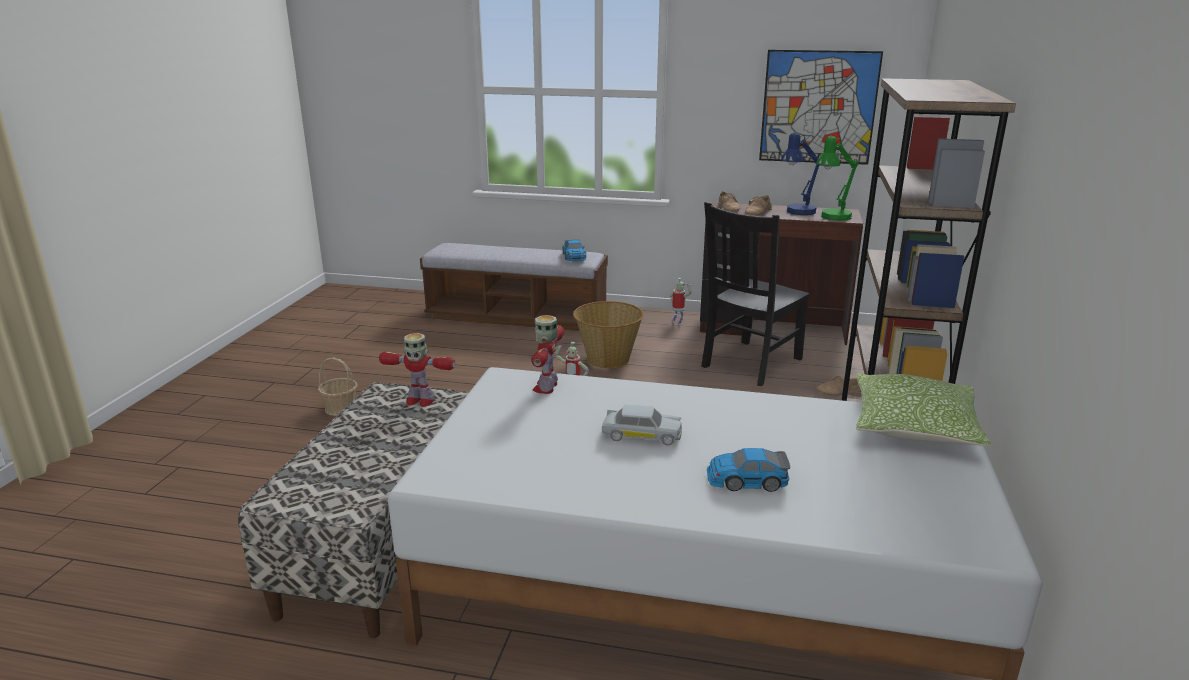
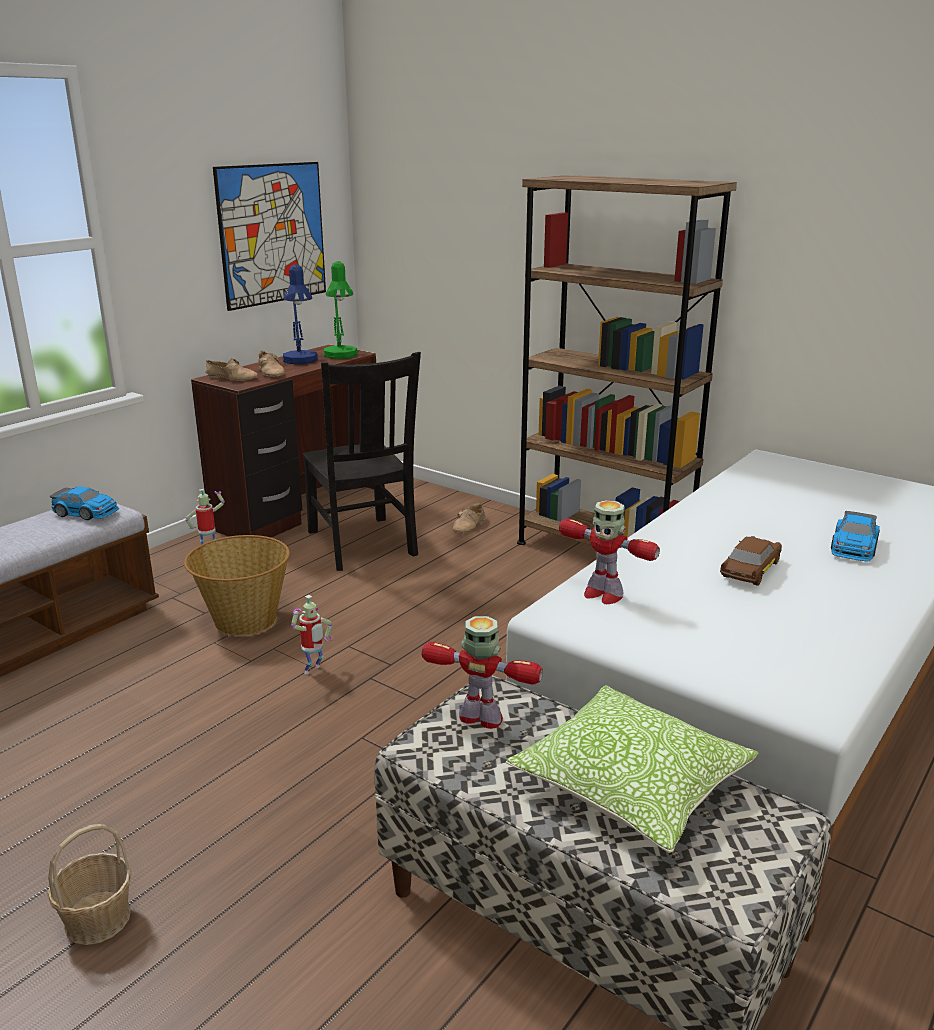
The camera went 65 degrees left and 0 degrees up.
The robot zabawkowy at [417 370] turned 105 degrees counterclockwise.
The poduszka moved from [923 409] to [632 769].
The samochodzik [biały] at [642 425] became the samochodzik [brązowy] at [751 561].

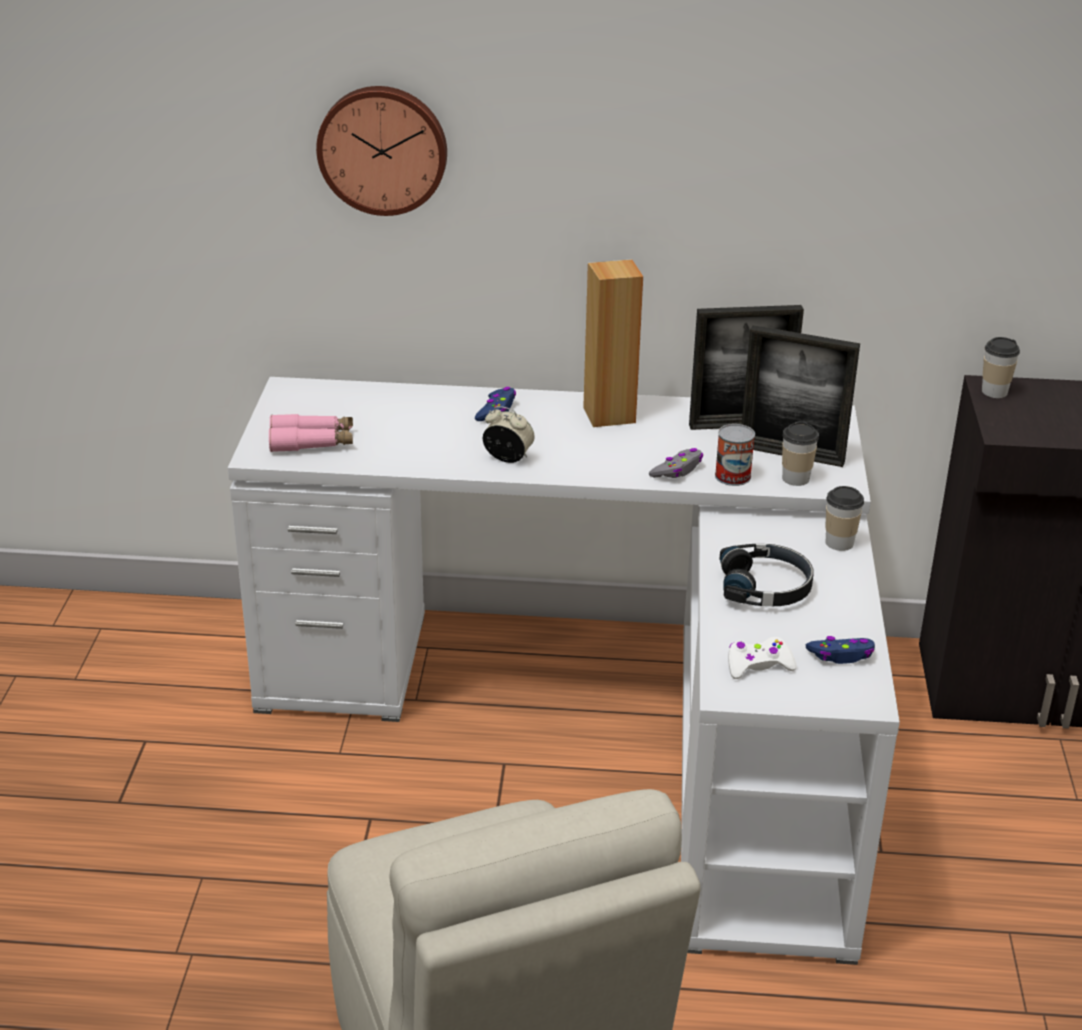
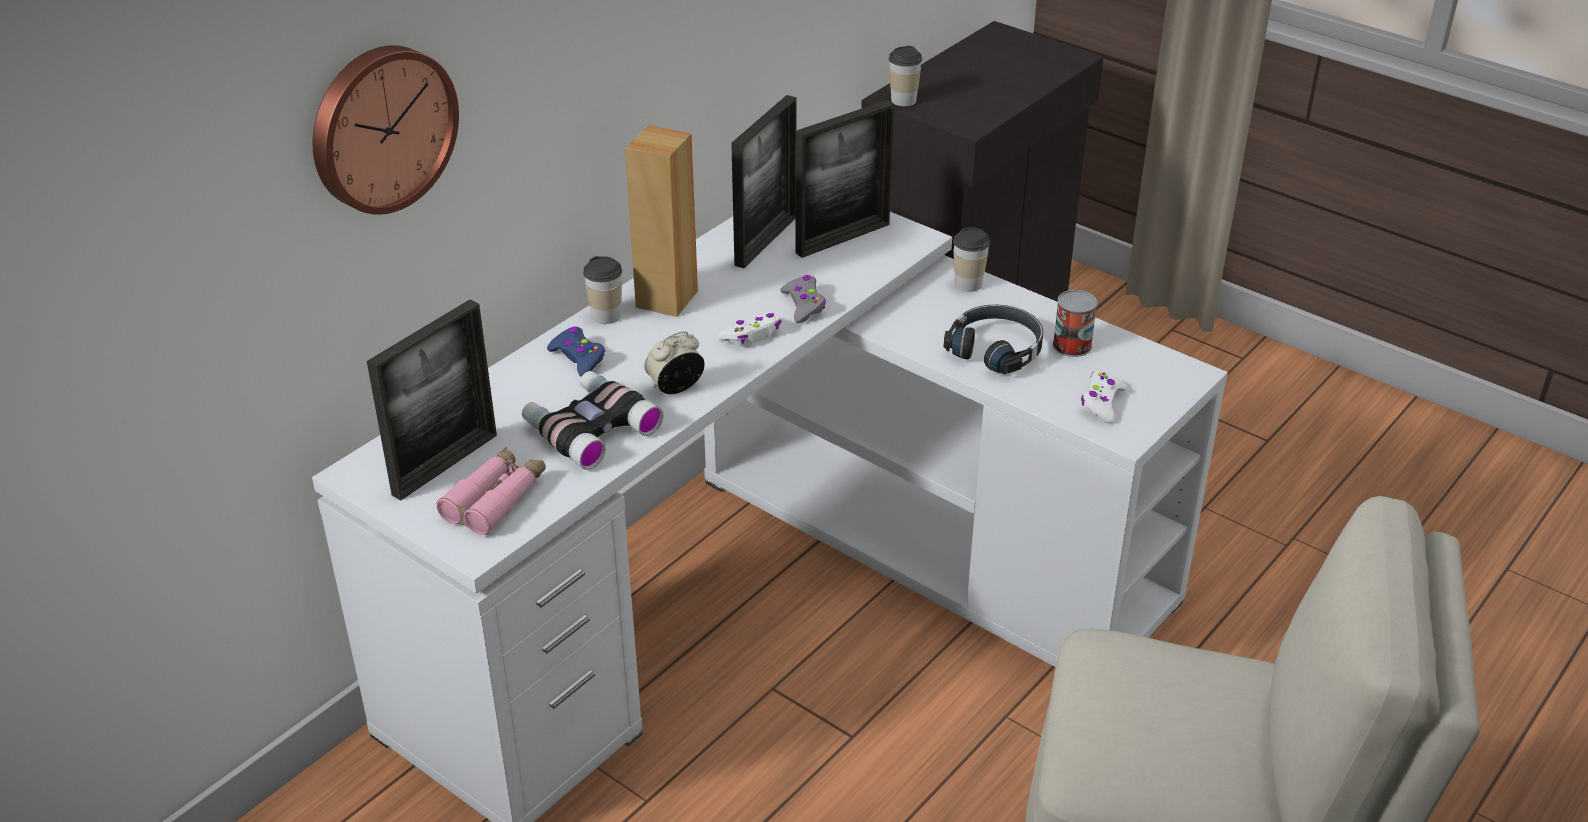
The camera went 55 degrees left and 5 degrees up.
The ramka na zdjęcie at [432 400] appeared.
The lornetka at [593 420] appeared.
The filiżanka moved from [800 453] to [602 290].
The pad do gier [biały] at [749 328] appeared.
The puszka moved from [735 455] to [1075 323].
The pad do gier [niebieski] at [840 650] disappeared.

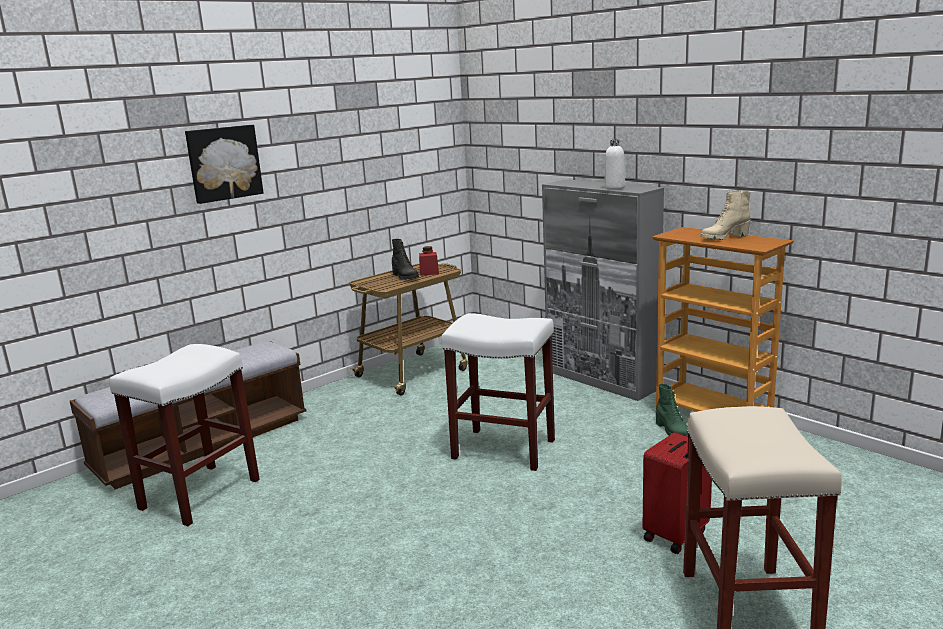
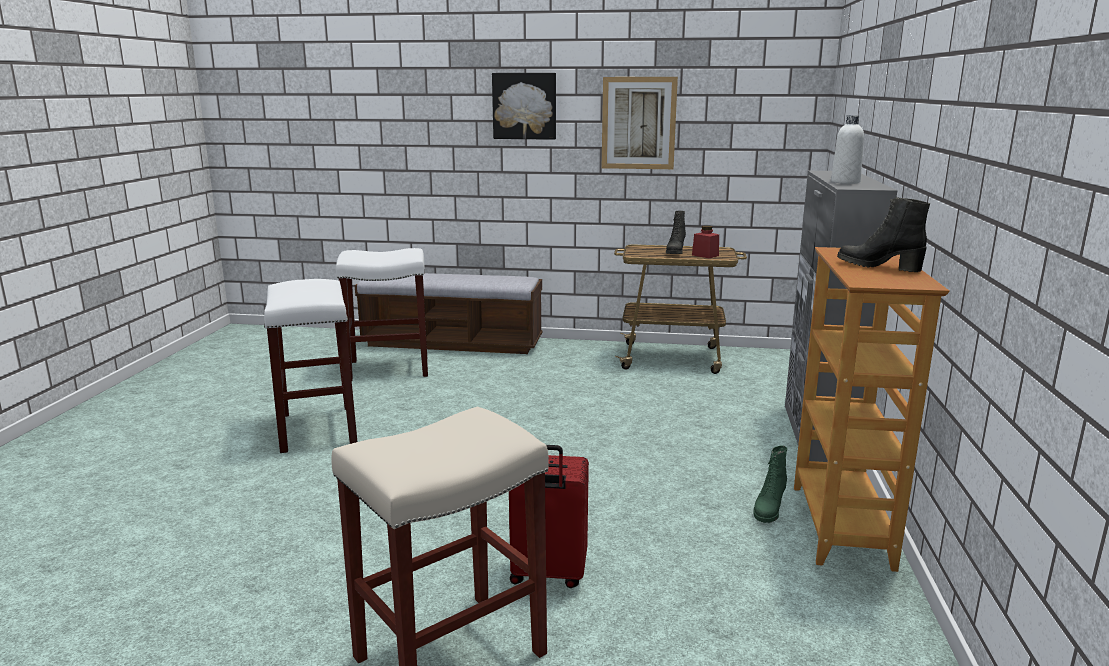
The camera went 50 degrees right and 0 degrees up.
The stołek [biały] moved from [498 392] to [310 366].
The obraz at [640 123] appeared.
The but z cholewką [beżowy] at [725 215] became the but z cholewką [czarny] at [883 234].

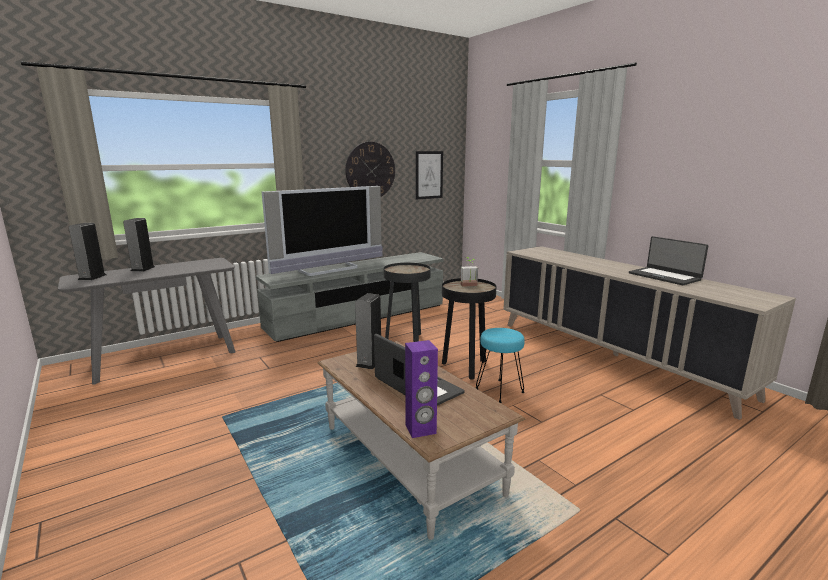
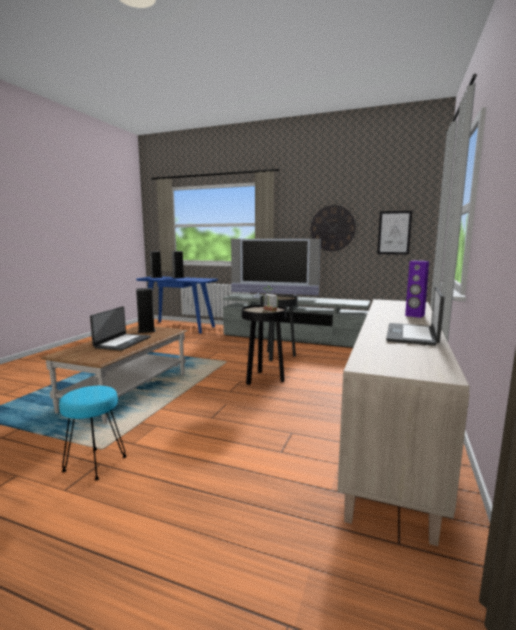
The camera went 55 degrees right and 5 degrees down.
The stołek [turkusowy] moved from [500 365] to [93 433].
The stolik konsolowy [szary] at [146 321] became the stolik konsolowy [niebieski] at [177 305].
The głośnik [fioletowy] moved from [421 389] to [417 289].

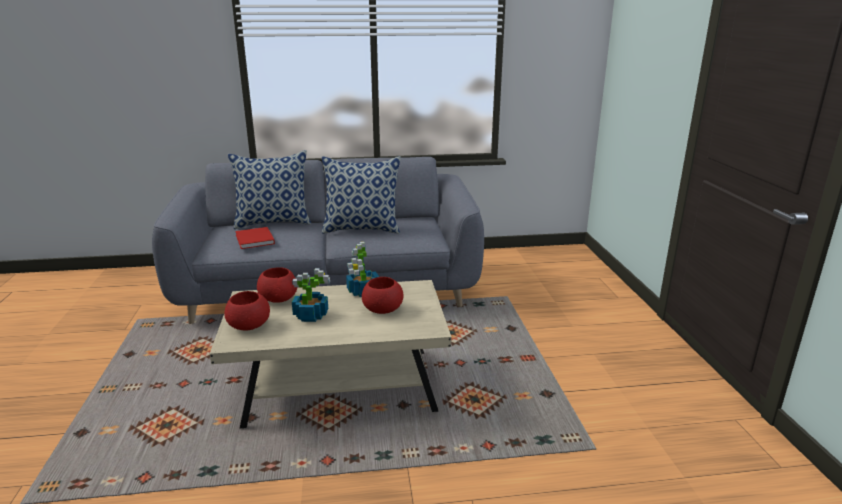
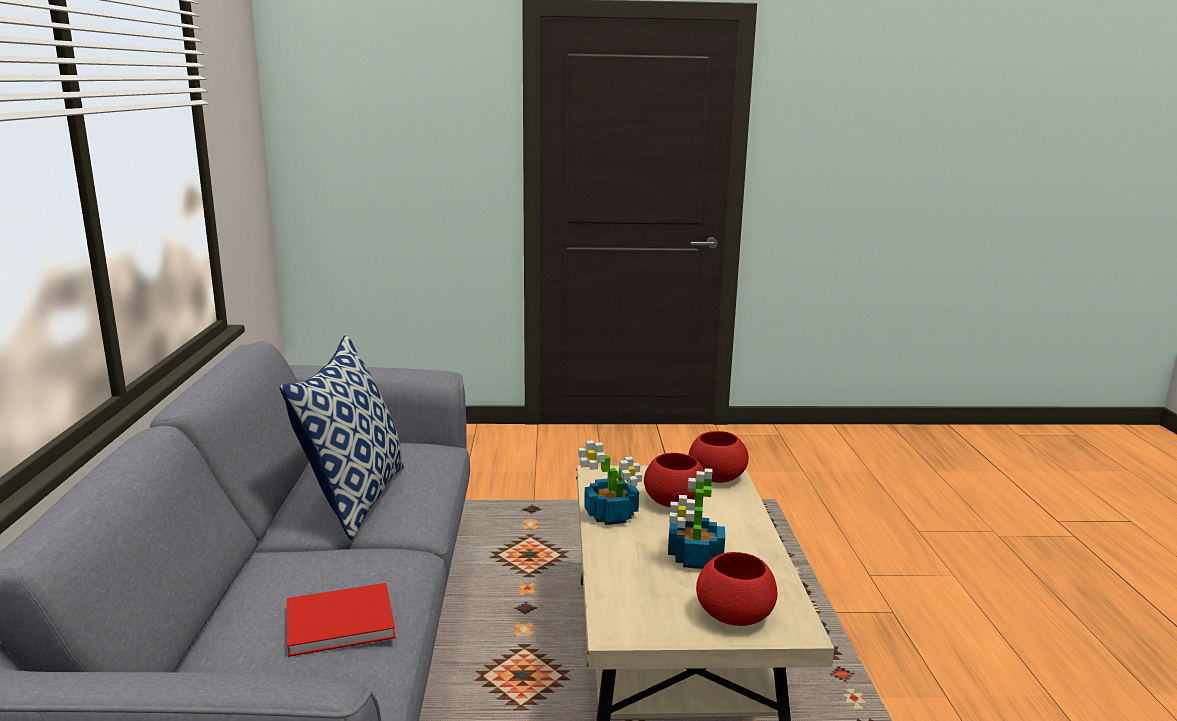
The camera went 85 degrees left and 5 degrees down.
The miska [czerwony] moved from [277 285] to [719 457].
The poduszka at [269 189] disappeared.

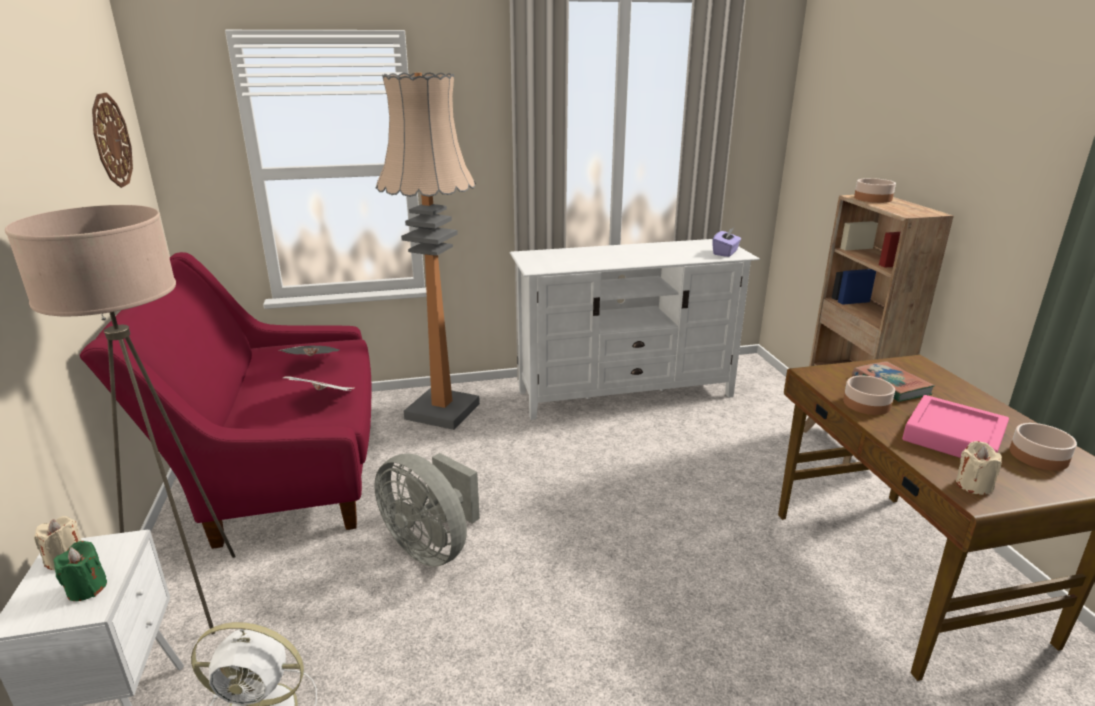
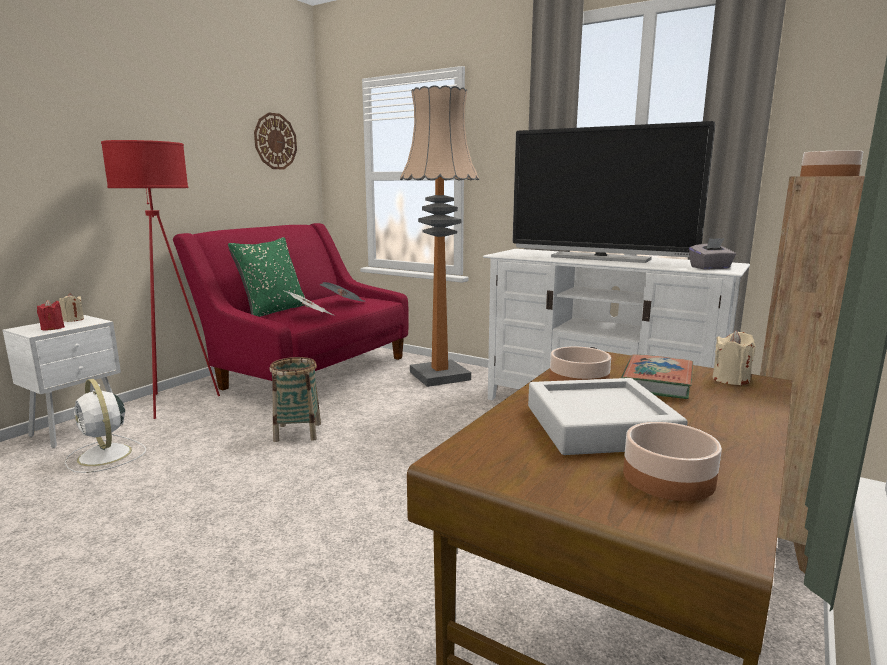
The camera went 45 degrees right and 10 degrees down.
The świeca [zielony] at [80 571] became the świeca [czerwony] at [51 315].
The lampa stojąca [beżowy] at [120 420] became the lampa stojąca [czerwony] at [160 279].
The poduszka [zielony] at [266 277] appeared.
The wentylator [szary] at [427 510] was replaced by the koszyk at [295 399].
The telewizor at [614 192] appeared.
The taca [różowy] at [955 426] became the taca [szary] at [608 416].
The pudełko chusteczek [fioletowy] at [726 242] became the pudełko chusteczek [szary] at [712 254].
The świeca [beżowy] moved from [979 468] to [734 357].

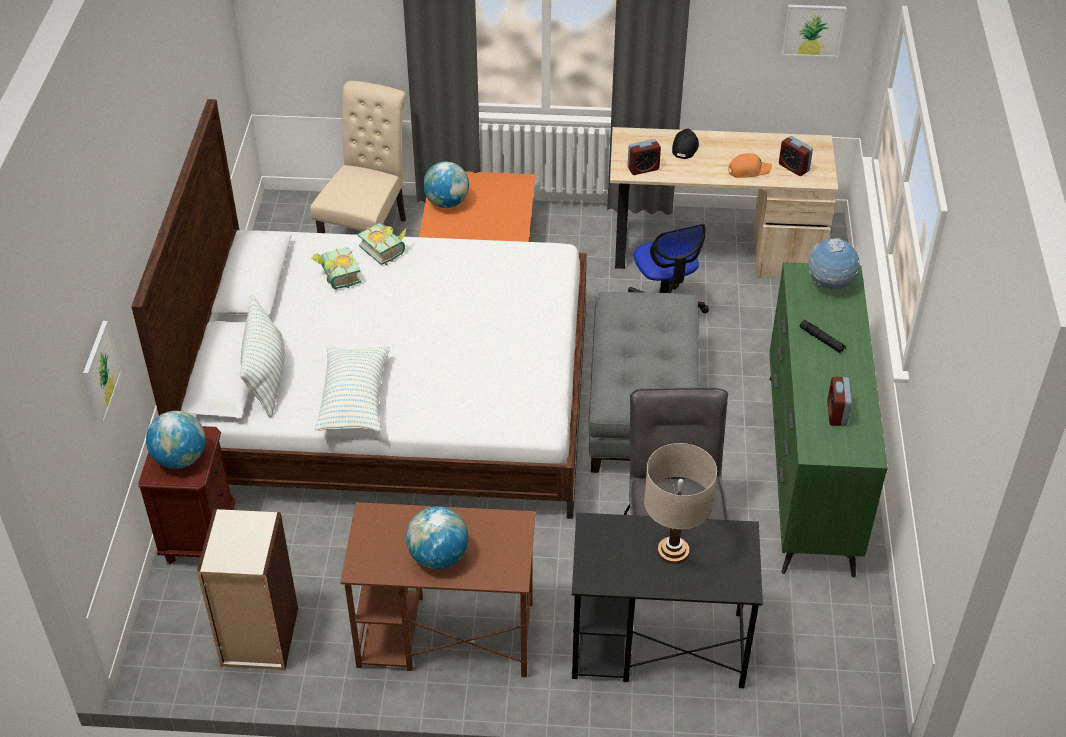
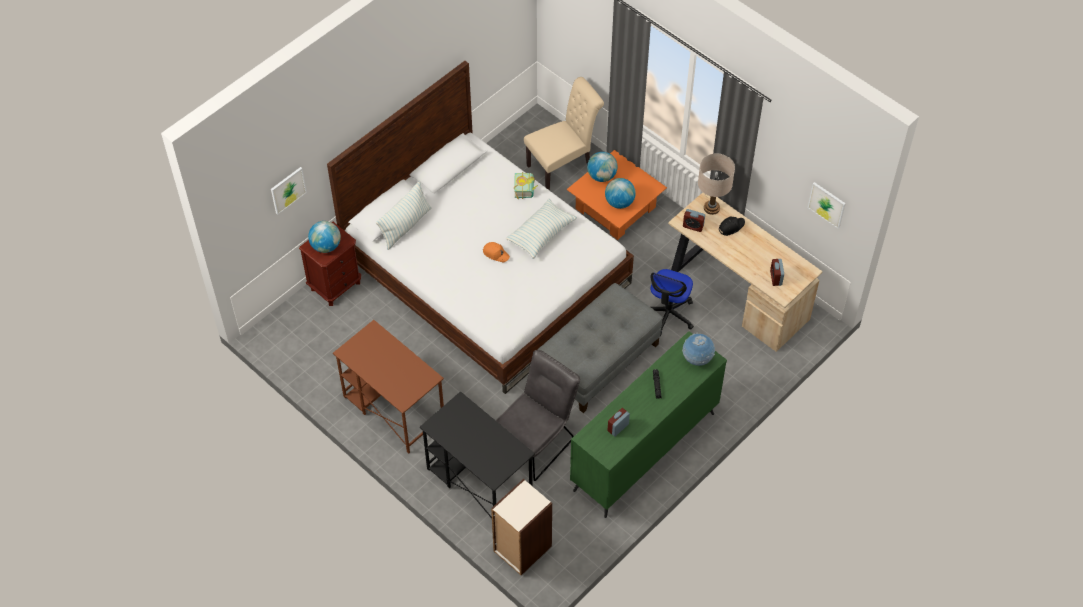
The camera went 40 degrees right and 10 degrees up.
The czapka z daszkiem [pomarańczowy] moved from [750 165] to [496 252].
The regał moved from [247 589] to [521 527].
The poduszka moved from [352 389] to [541 229].
The globus moved from [437 537] to [620 193].
The lampa stołowa [beżowy] moved from [680 503] to [716 184].
The książka at [336 268] disappeared.

